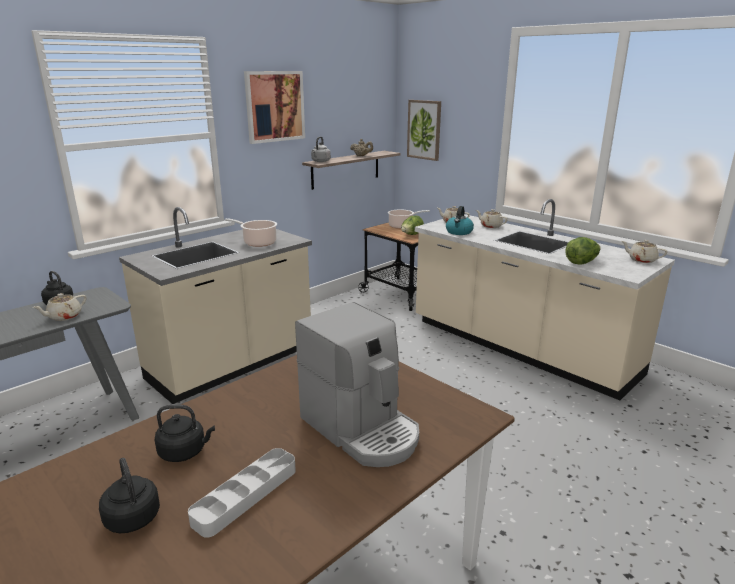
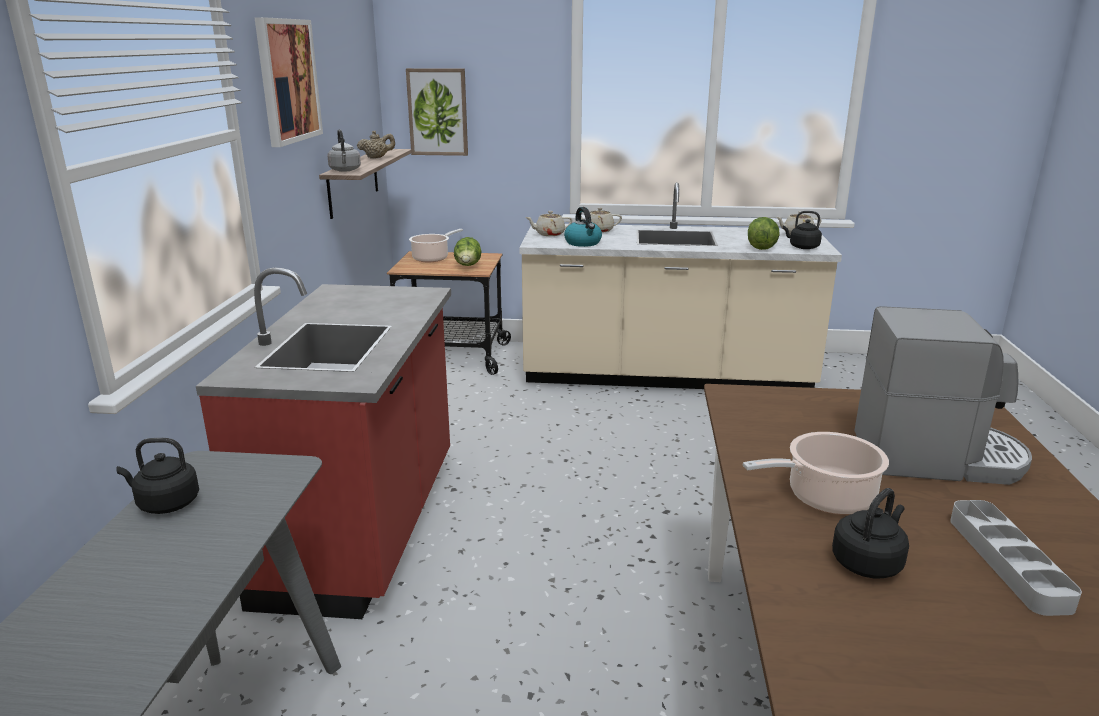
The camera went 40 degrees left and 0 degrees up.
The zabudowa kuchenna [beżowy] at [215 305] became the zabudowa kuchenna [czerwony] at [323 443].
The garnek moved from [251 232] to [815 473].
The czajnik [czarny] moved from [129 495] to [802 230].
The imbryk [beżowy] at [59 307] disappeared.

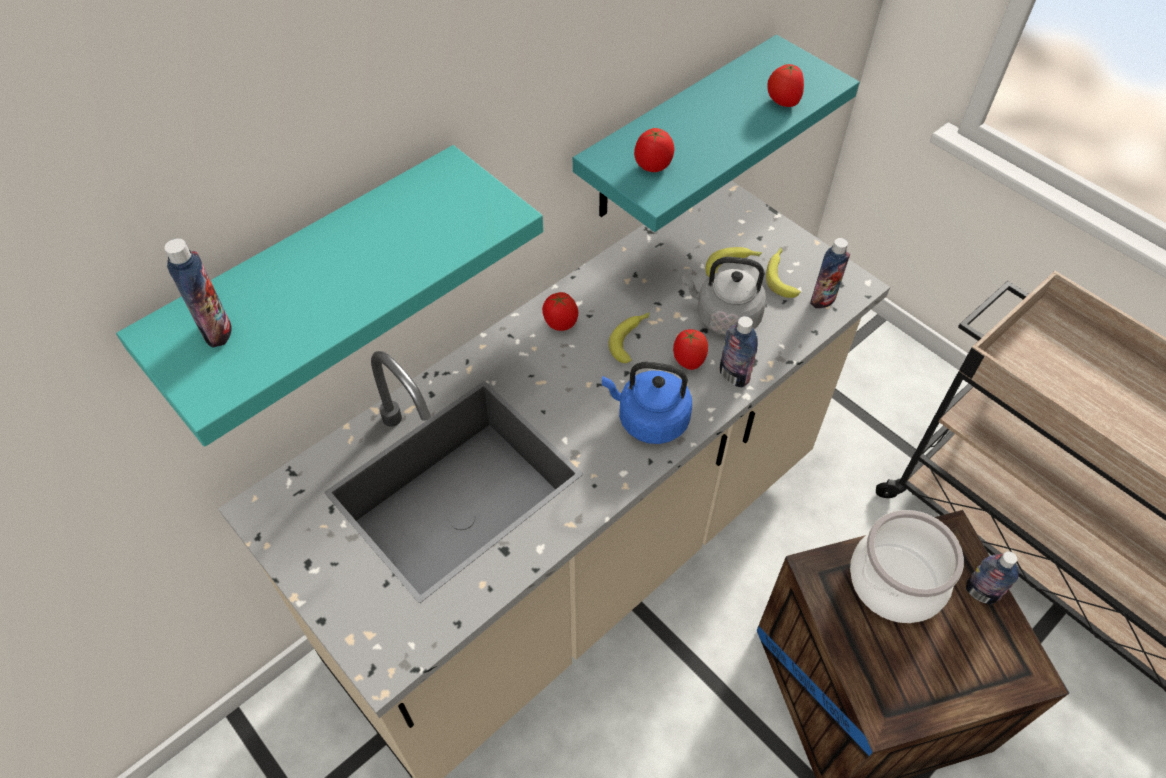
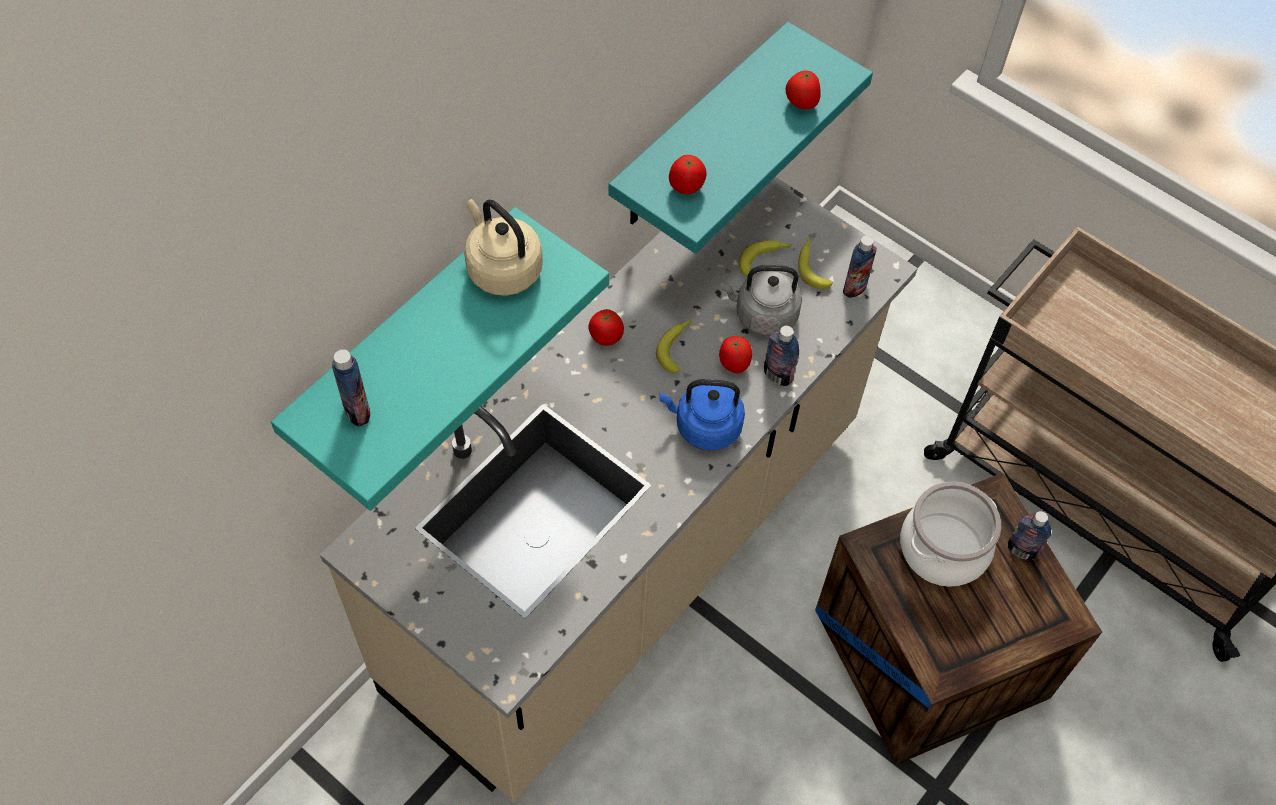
The camera went 10 degrees left and 5 degrees up.
The czajnik [beżowy] at [503 247] appeared.

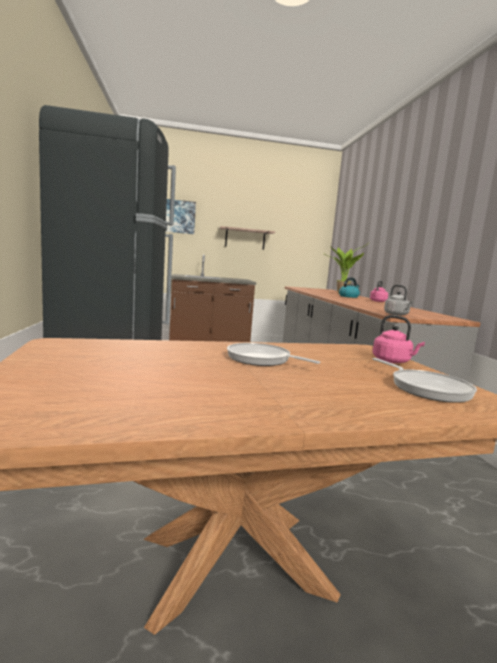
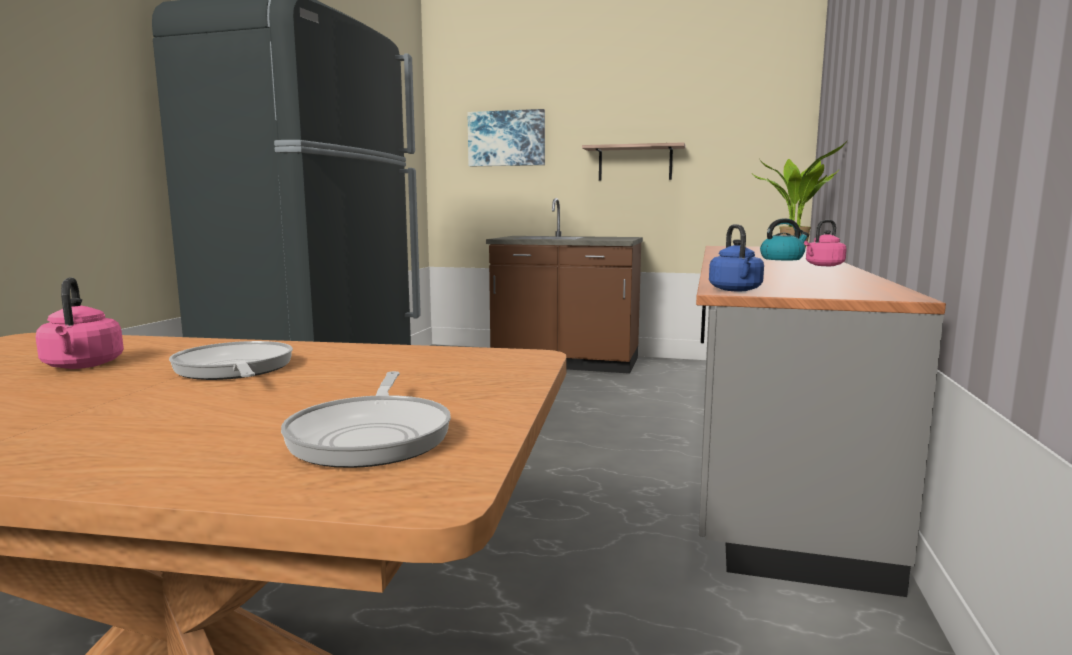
The camera went 25 degrees right and 0 degrees up.
The czajnik [różowy] moved from [398 339] to [80 323].
The czajnik [szary] at [399 300] became the czajnik [niebieski] at [736 257].

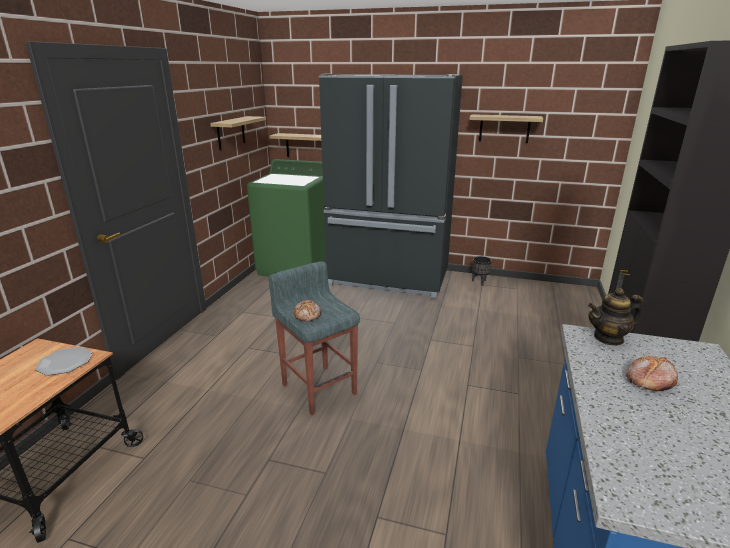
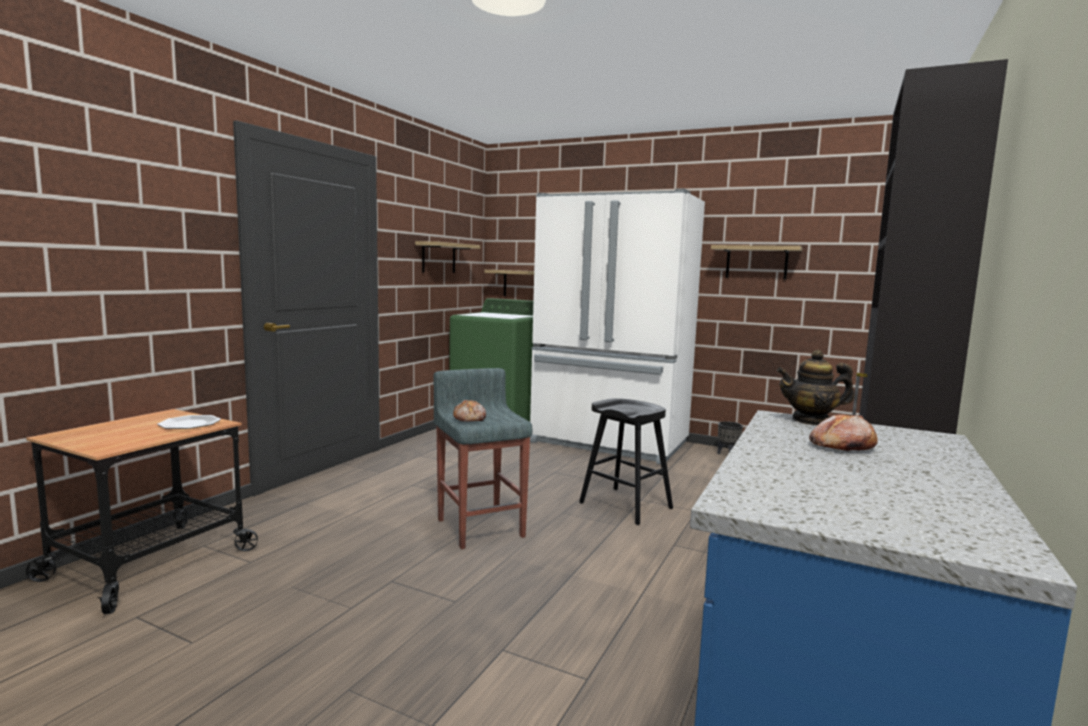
The camera went 10 degrees right and 15 degrees down.
The lodówka [czarny] at [391 186] became the lodówka [biały] at [617 326].
The stołek [czarny] at [626 461] appeared.

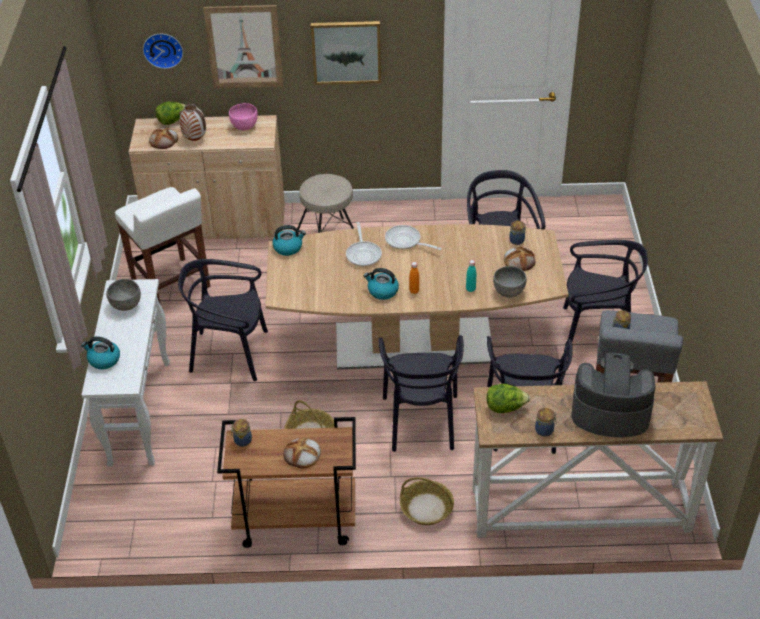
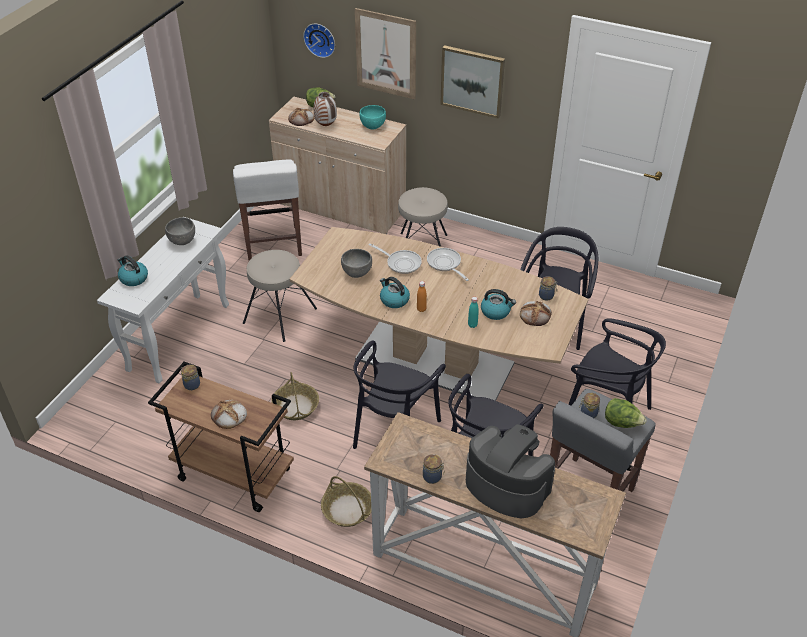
The camera went 25 degrees right and 0 degrees up.
The krzesło [czarny] at [223 320] was replaced by the stołek [beżowy] at [280 296].
The miska [szary] moved from [509 282] to [356 263].
The miska [różowy] at [243 116] became the miska [turkusowy] at [373 117].
The patelnia at [364 244] turned 75 degrees counterclockwise.
The czajnik moved from [289 240] to [498 304].
The sałata moved from [508 398] to [626 413].

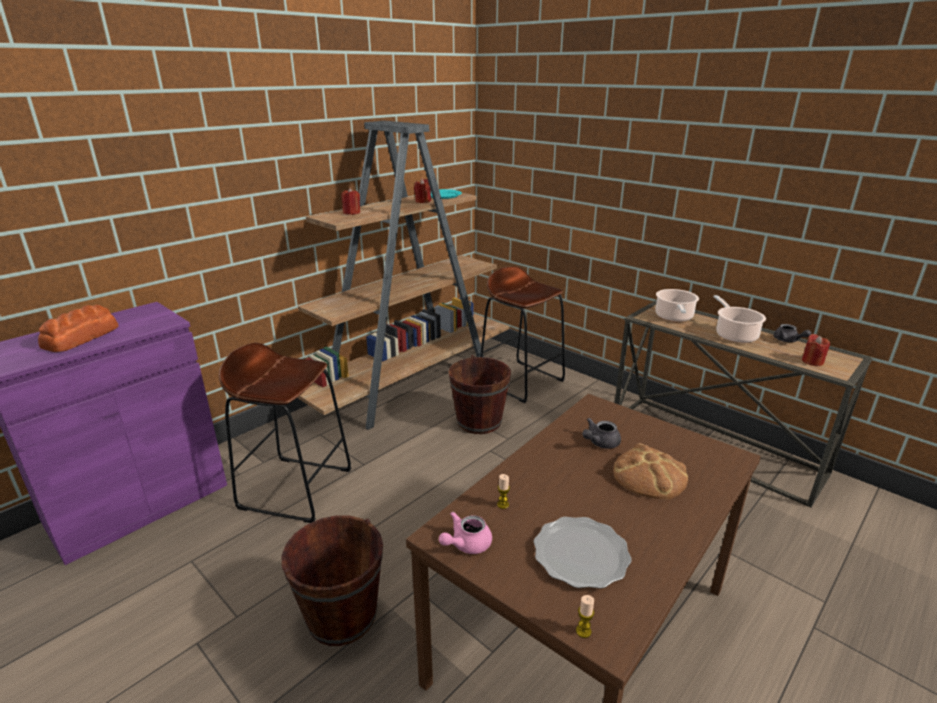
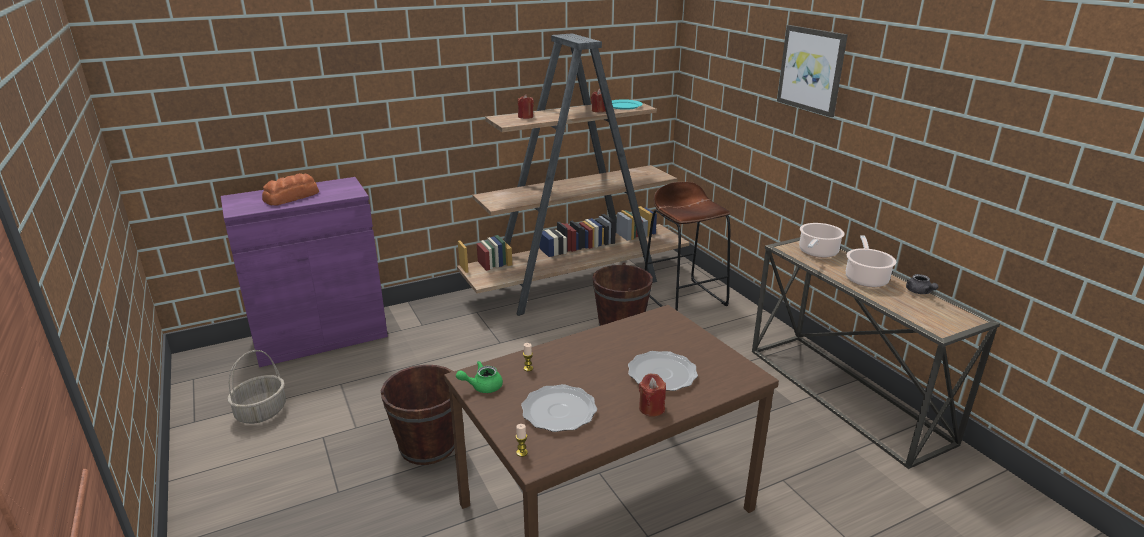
The camera went 20 degrees right and 0 degrees up.
The koszyk at [256 387] appeared.
The imbryk [różowy] at [465 533] became the imbryk [zielony] at [479 377].
The chleb at [650 471] was replaced by the talerz at [663 371].
The świeca [czerwony] moved from [816 350] to [652 395].
The obraz at [812 71] appeared.
The stołek [brązowy] at [285 433] disappeared.
The imbryk [szary] at [601 433] disappeared.

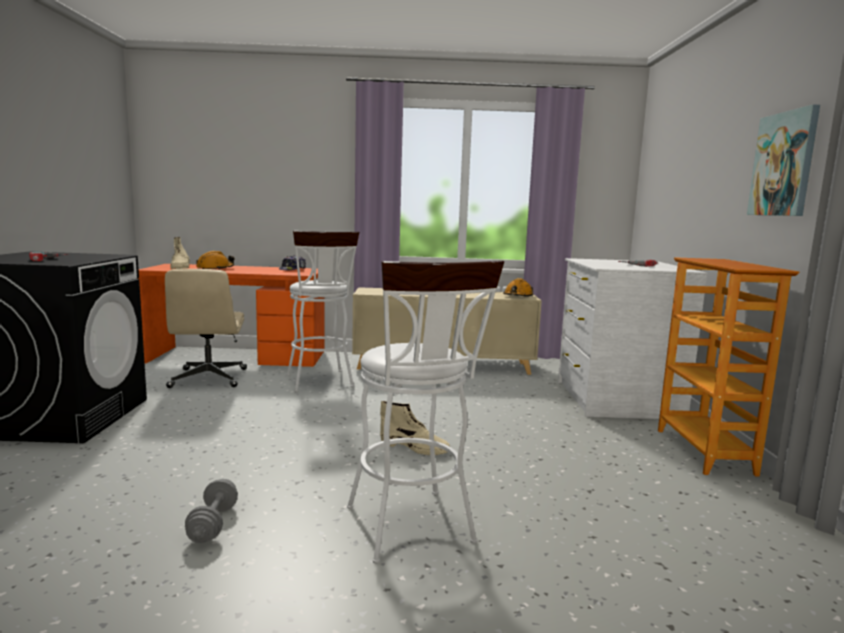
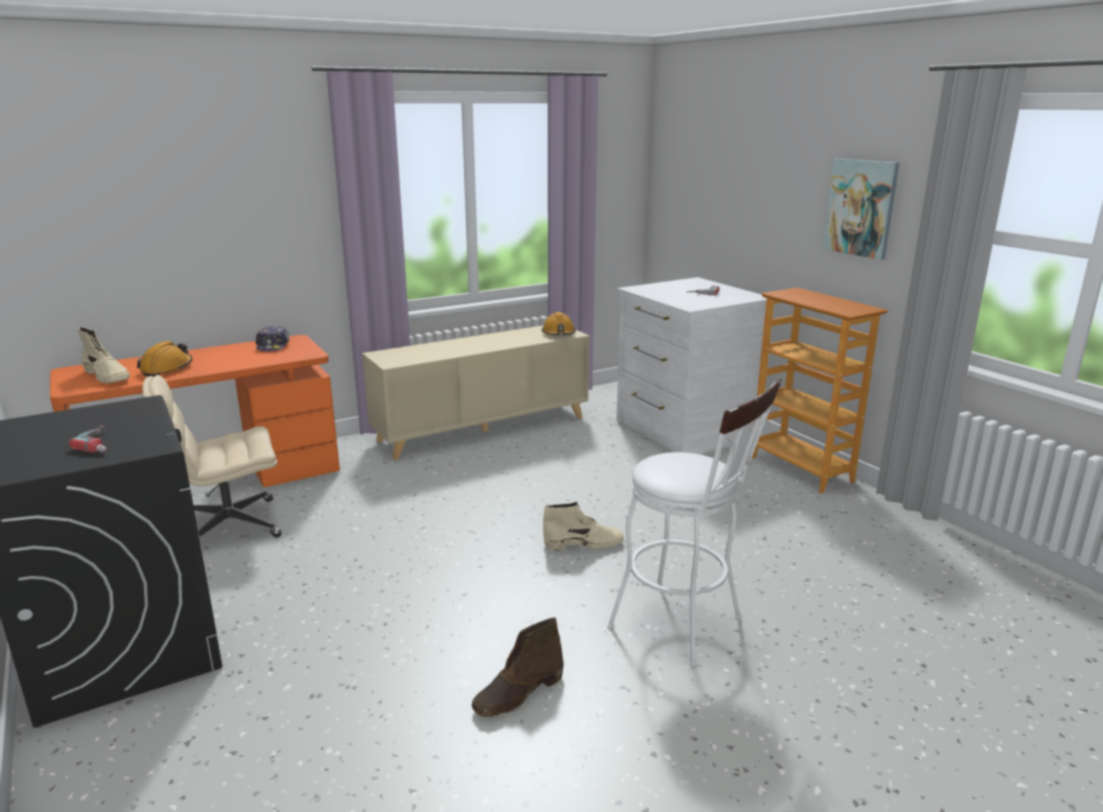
The camera went 30 degrees left and 10 degrees up.
The krzesło biurowe [beżowy] at [206 328] turned 105 degrees clockwise.
The hantel [szary] at [211 511] was replaced by the but z cholewką [brązowy] at [518 667].
The stołek [biały] at [323 311] disappeared.

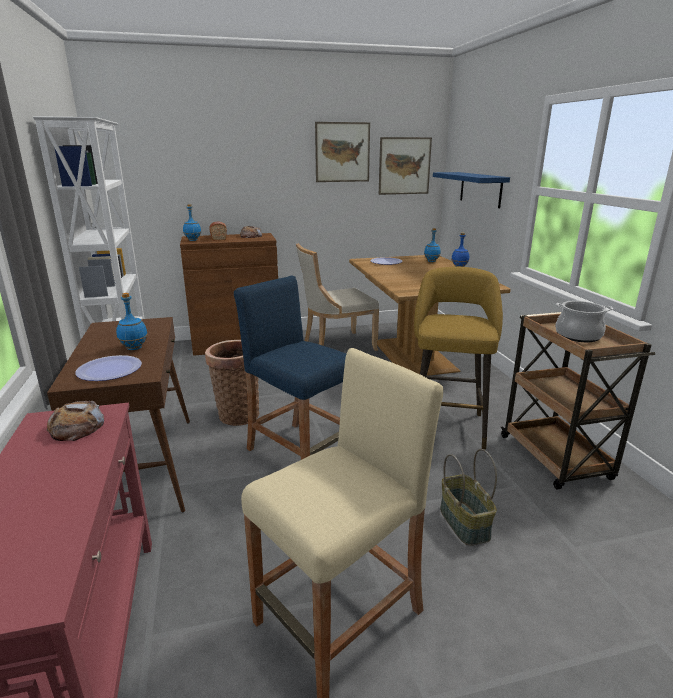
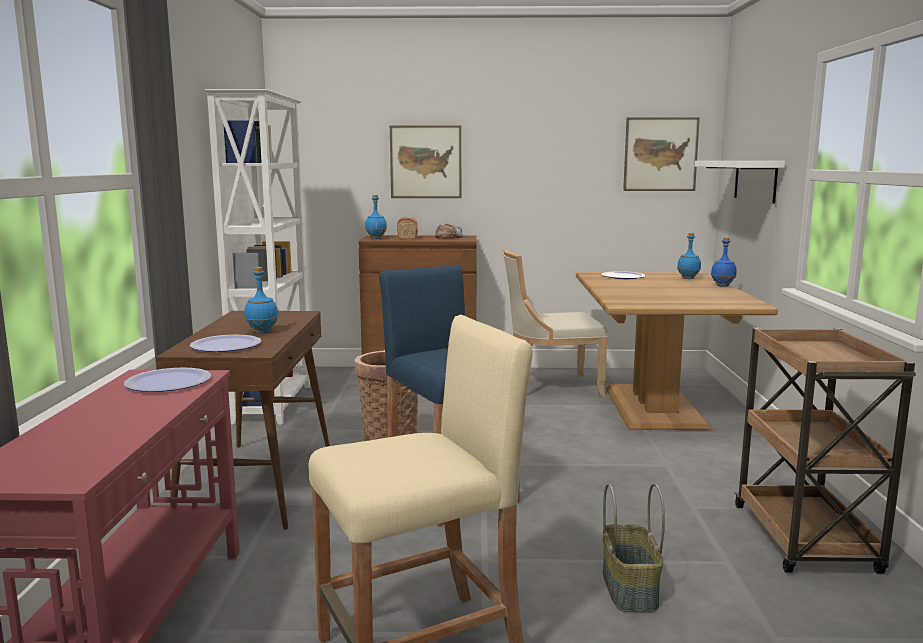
The camera went 15 degrees right and 10 degrees down.
The chleb at [75 421] was replaced by the talerz at [167 380].
The obraz moved from [342 152] to [425 162].
The półka [niebieski] at [471 190] became the półka [biały] at [740 182].
The stołek [żółty] at [458 358] disappeared.
The garnek at [584 321] disappeared.

